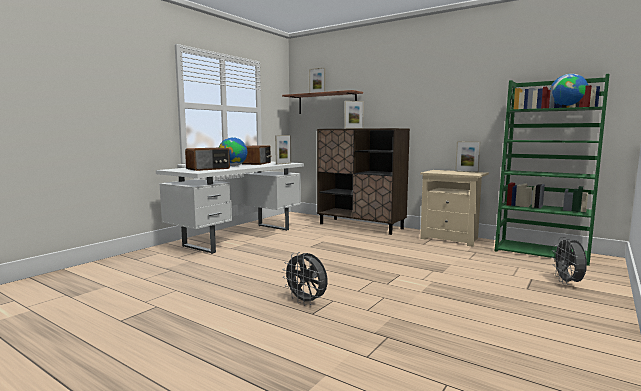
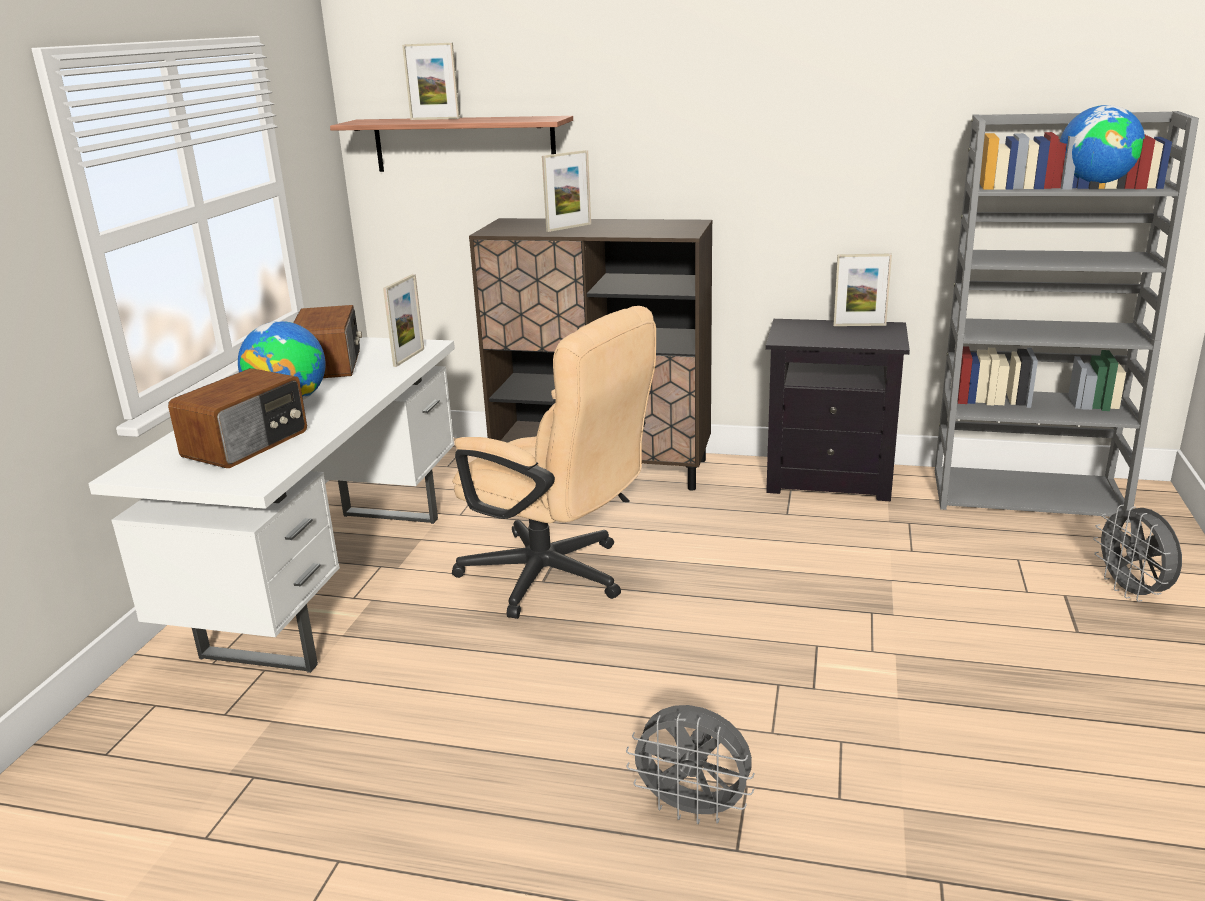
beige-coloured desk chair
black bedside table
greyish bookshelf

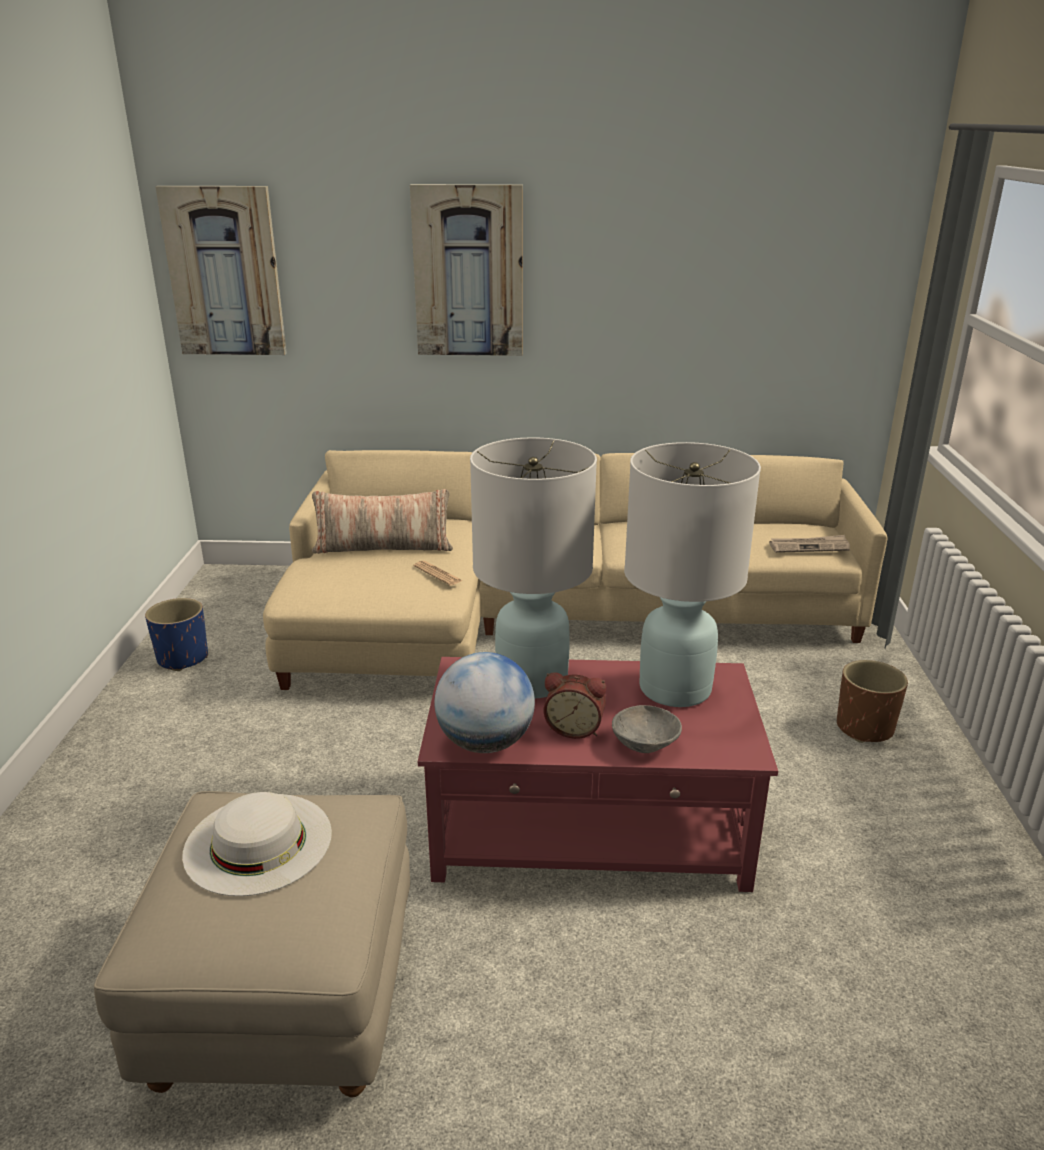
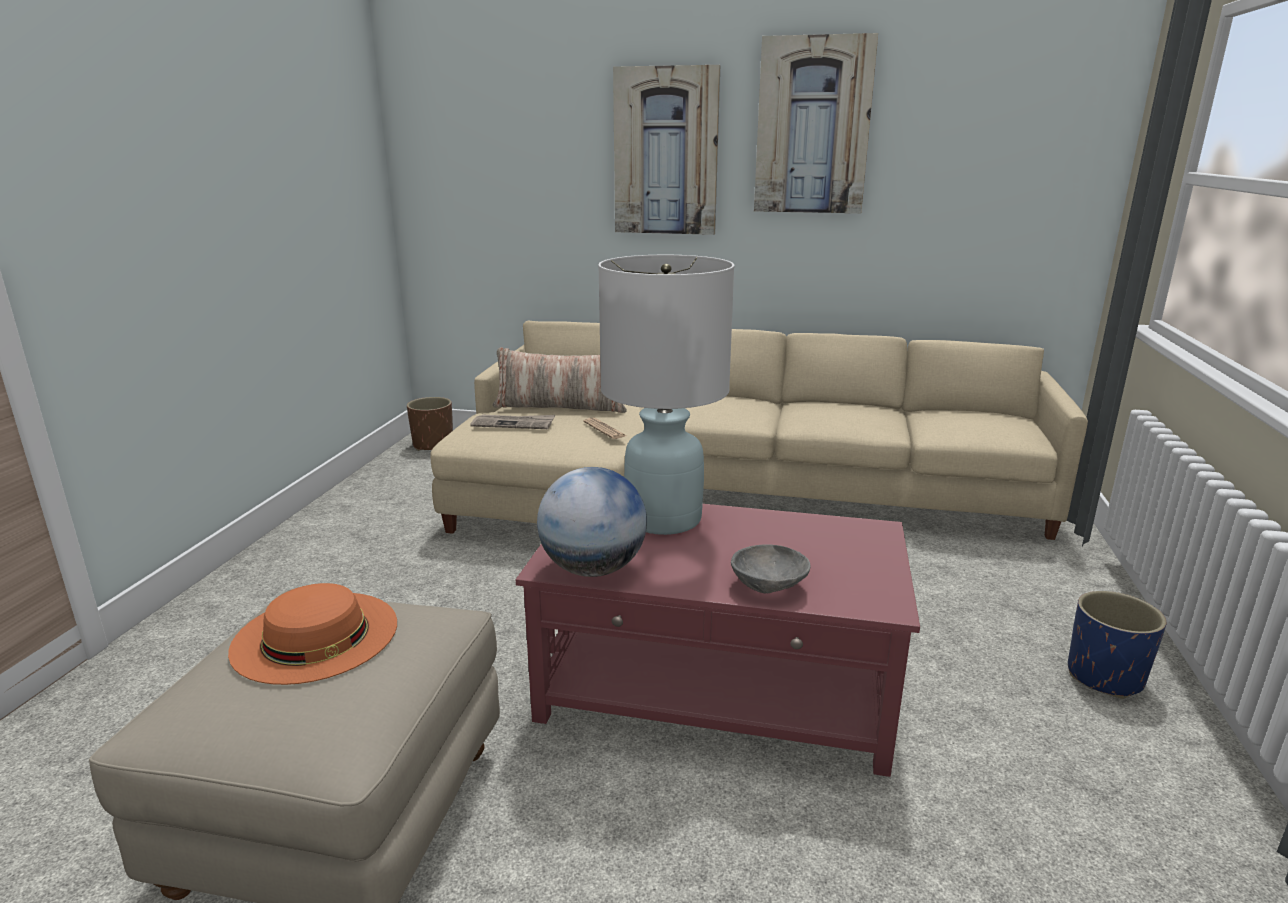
orangey hat
brown-coloured plant pot
printed paper (1st from left)
picture (2nd from left)
blue-coloured plant pot
table clock
white-coloured table lamp (2nd from left in the first image)

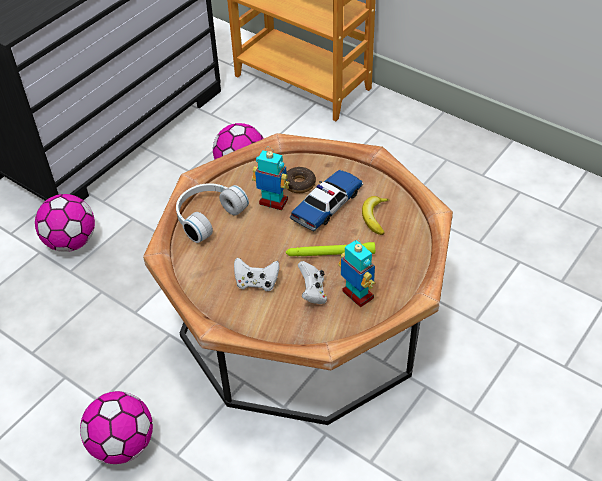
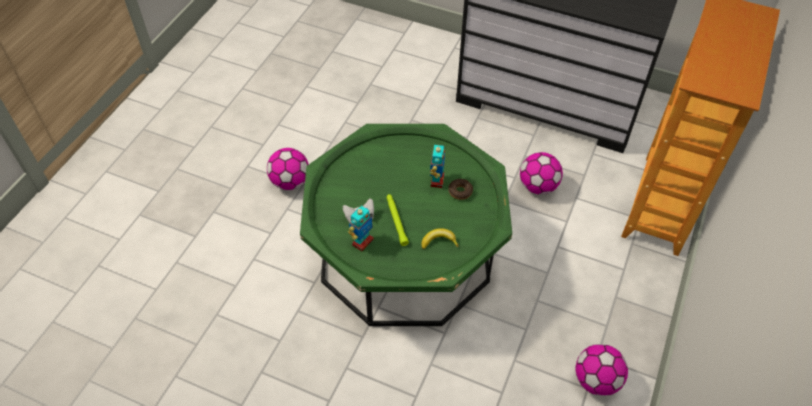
green-coloured lounge table
football ball (3rd from left)
white-coloured headset
white-coloured game controller (1st from left in the first image)
model car

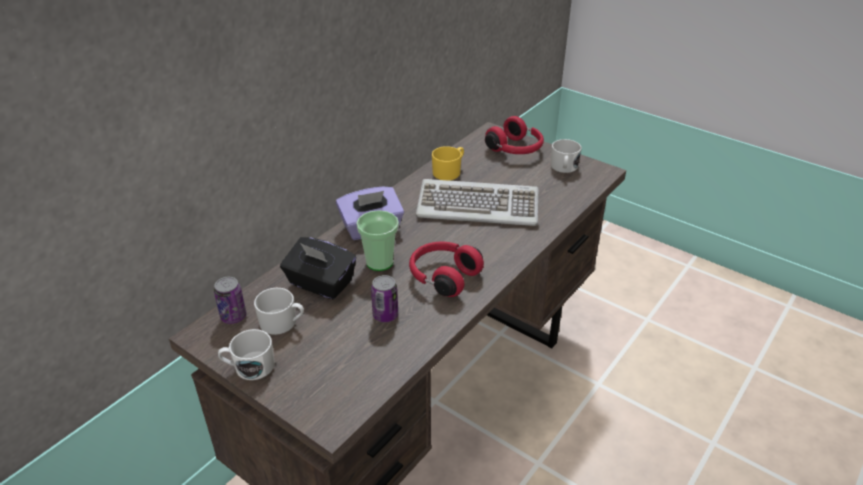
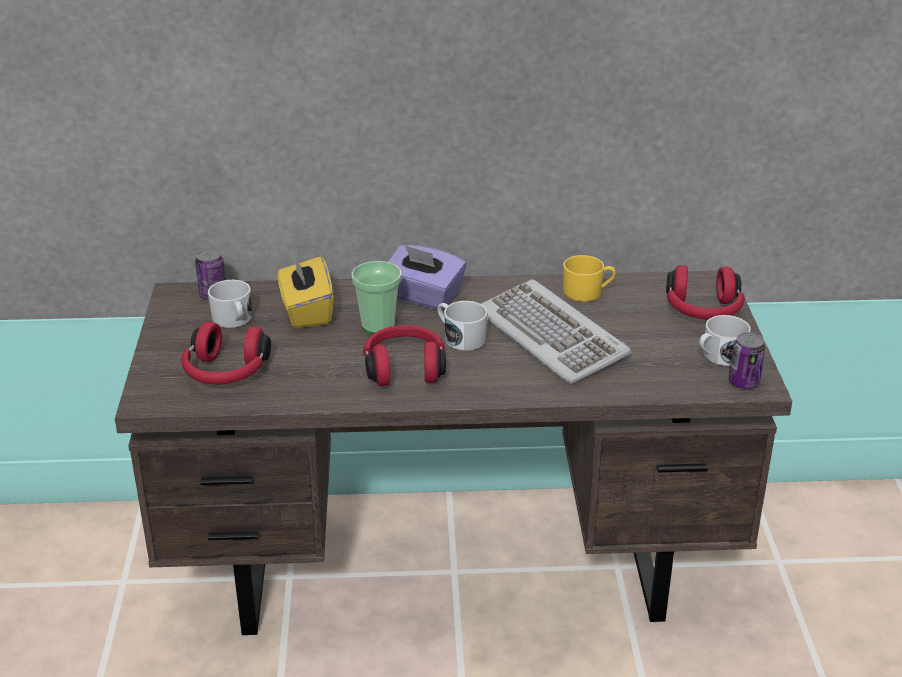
reddish headset (1st from left)
yellow-coloured box of tissues
white-coloured mug (2nd from left)
sealed can (2nd from left)

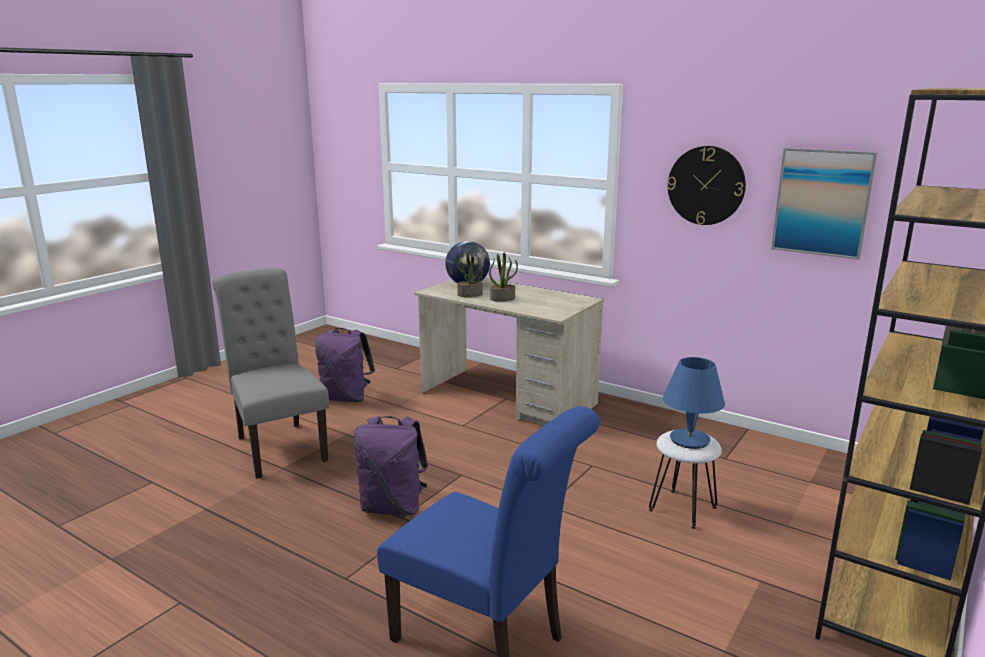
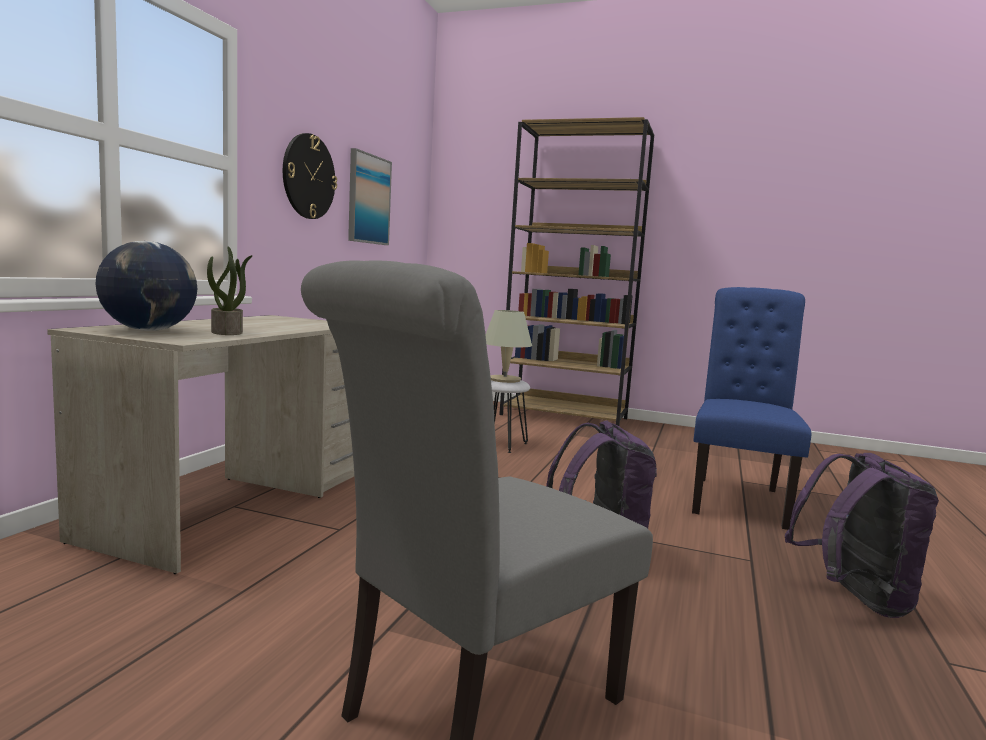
beige-coloured table lamp
purple-coloured knapsack (2nd from left)
potted plant (2nd from left in the first image)

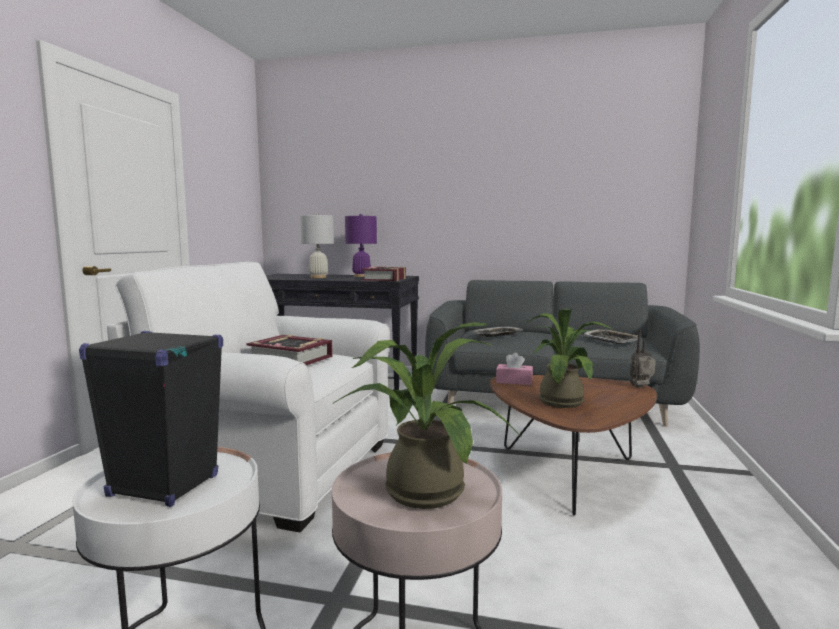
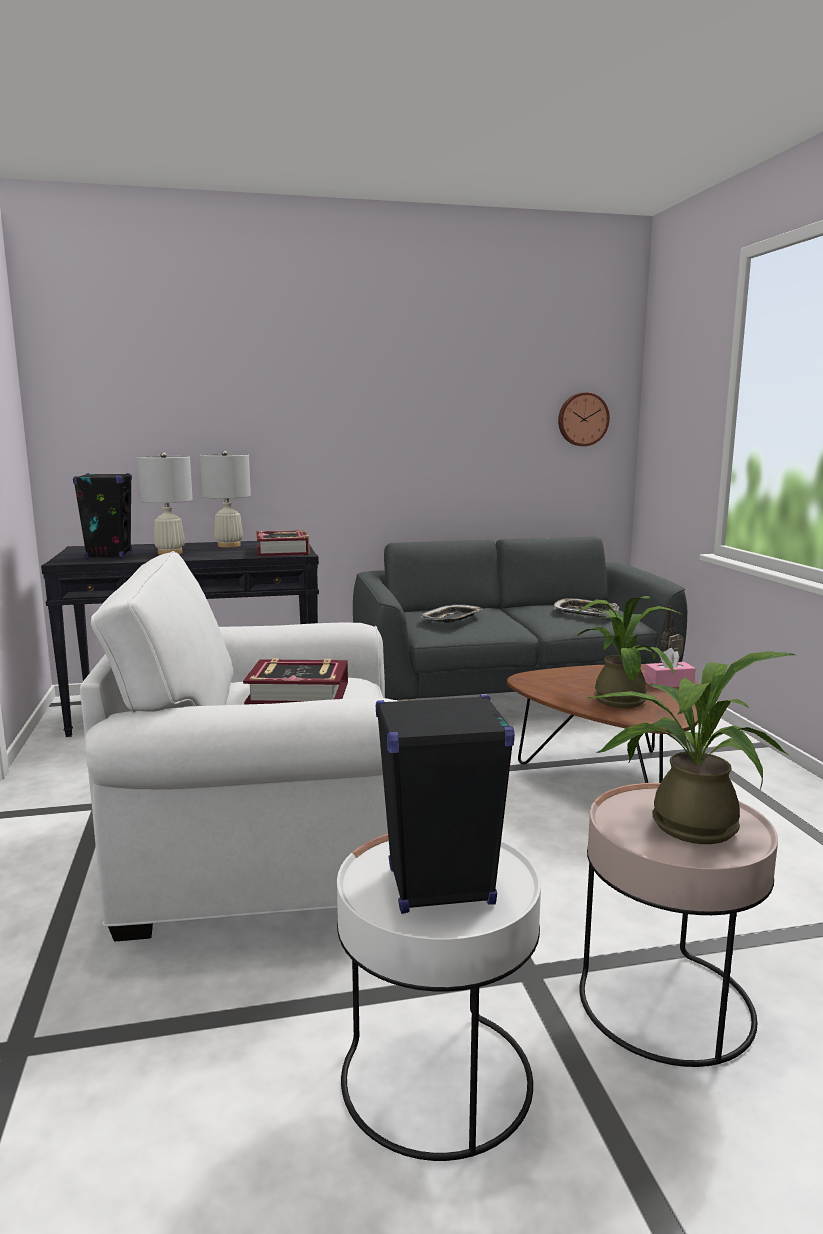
black speaker (1st from left)
white-coloured table lamp (2nd from left)
wall clock
pink-coloured box of tissues

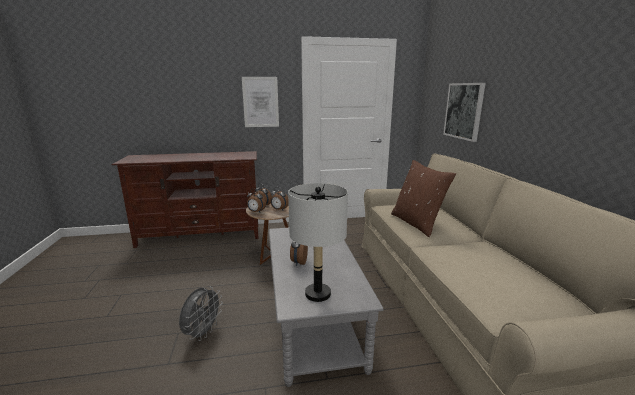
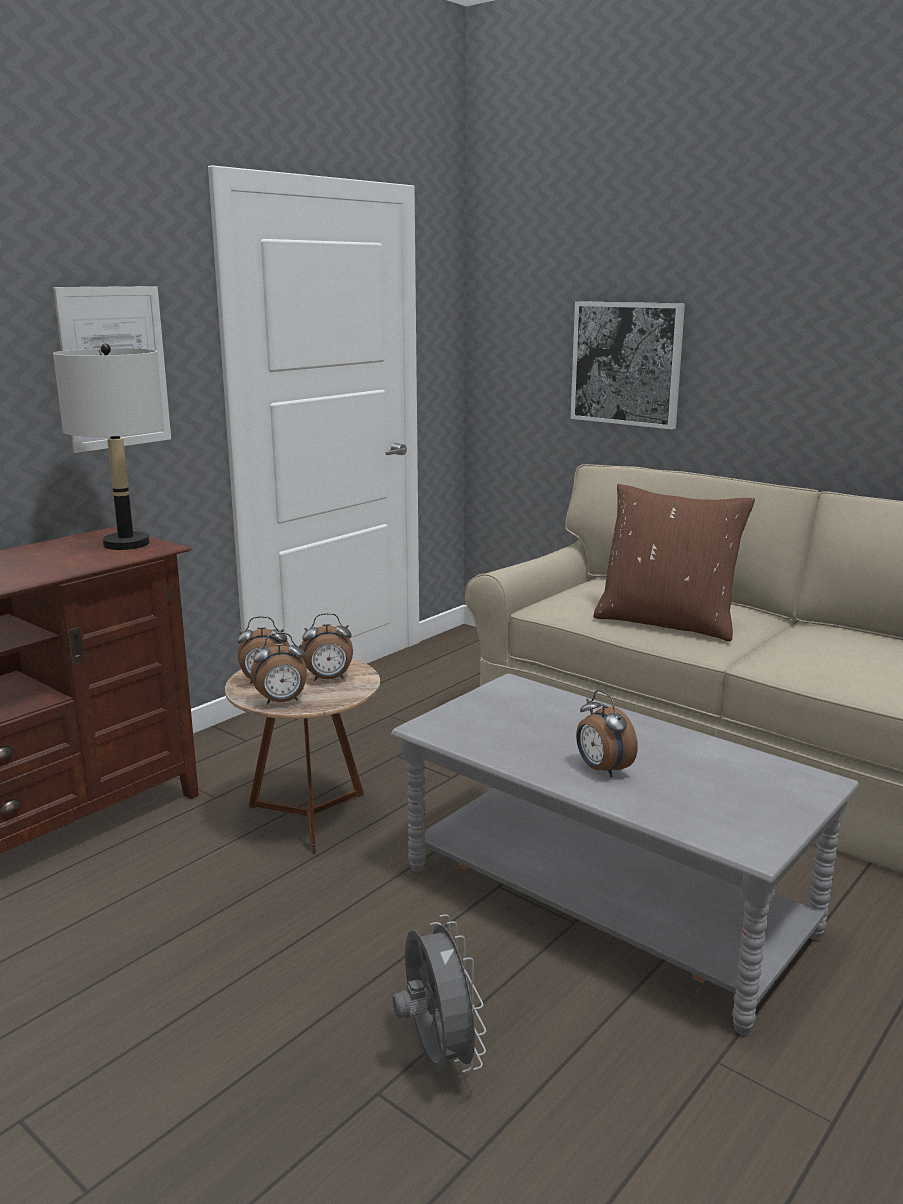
greyish table lamp

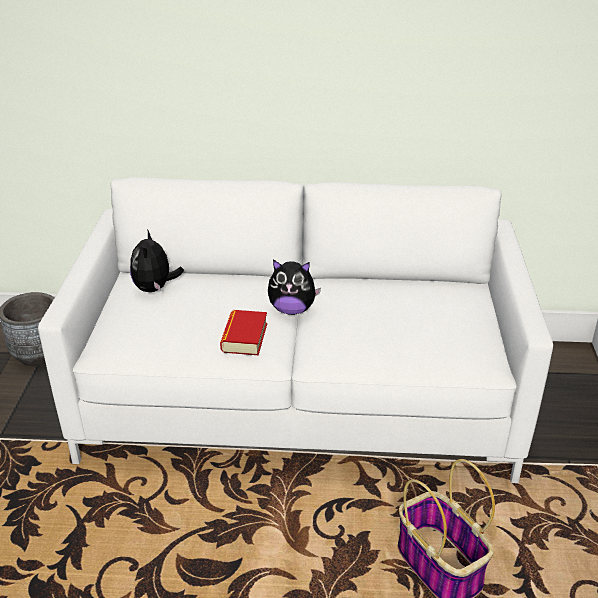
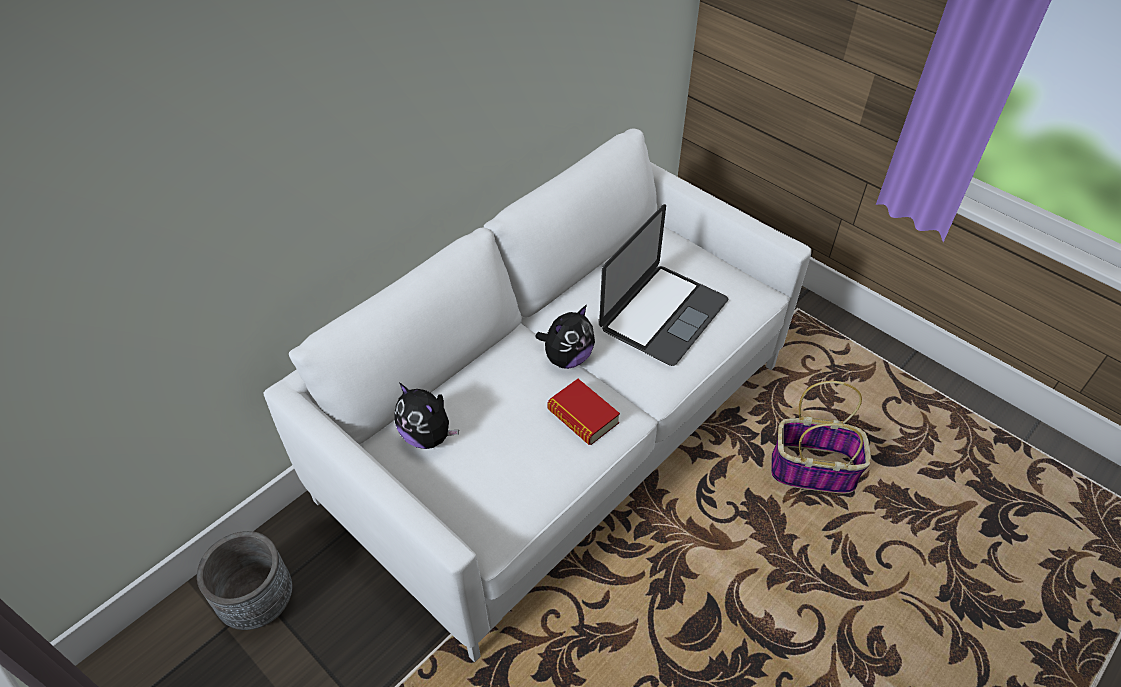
portable computer

